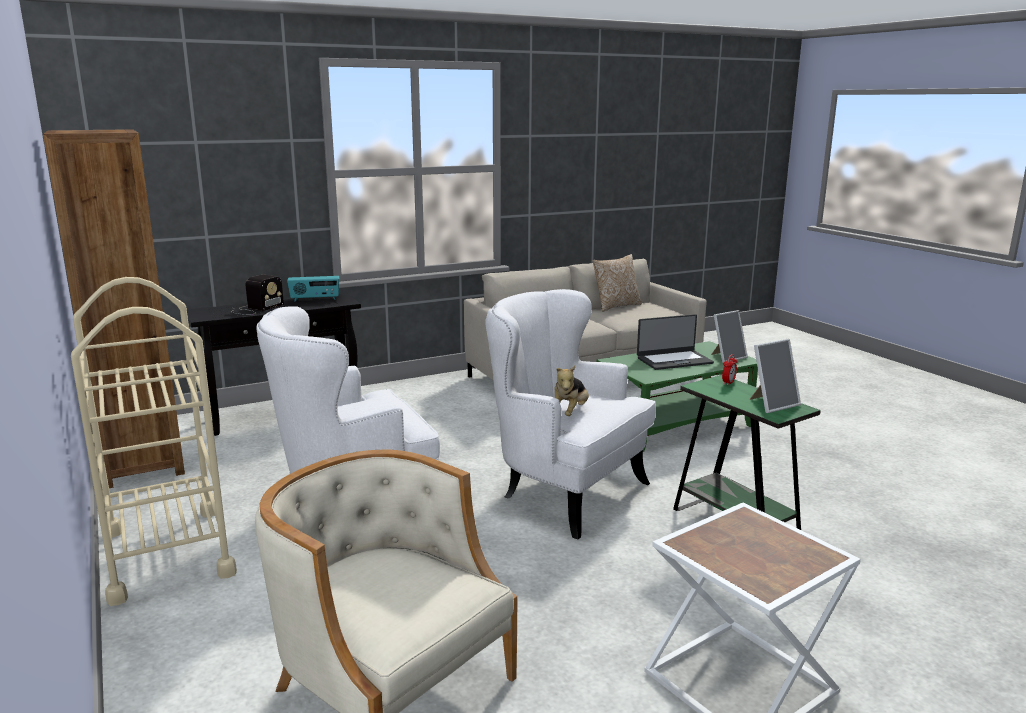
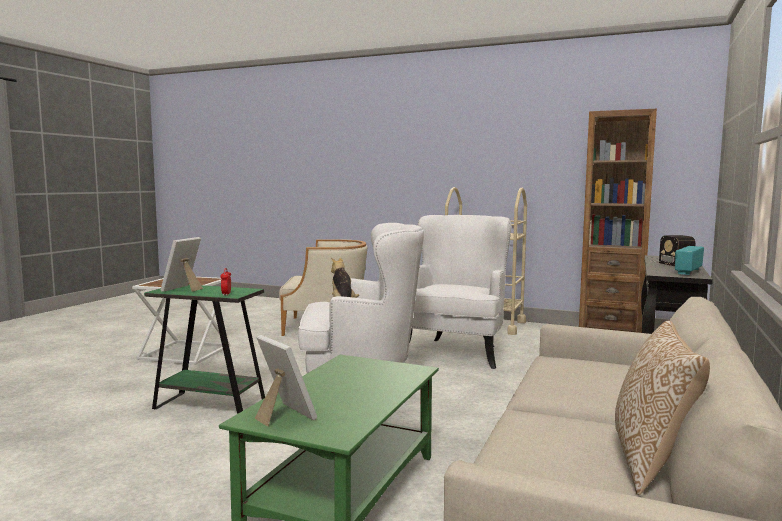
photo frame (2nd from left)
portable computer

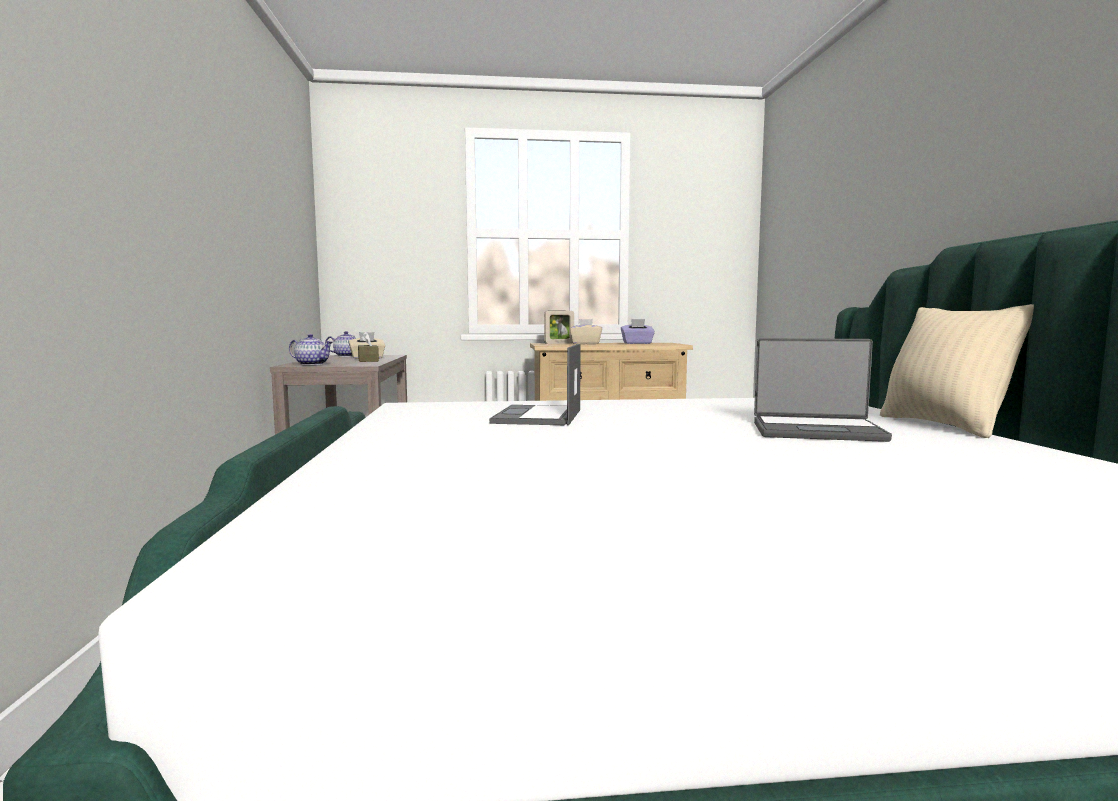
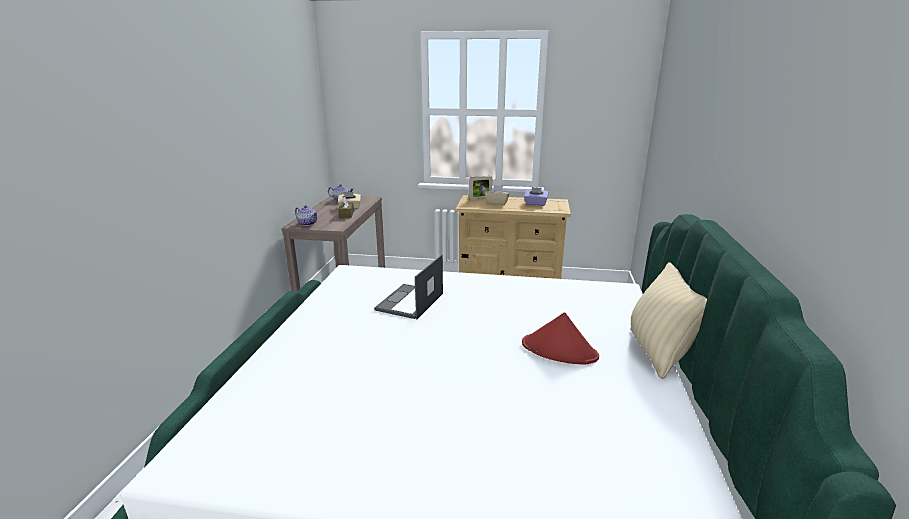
reddish hat

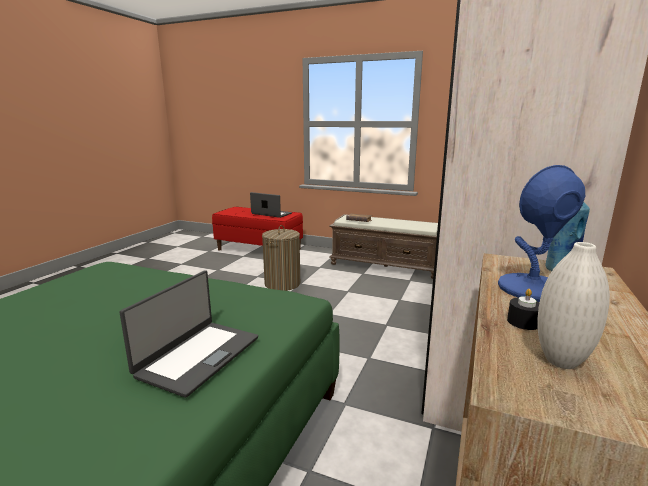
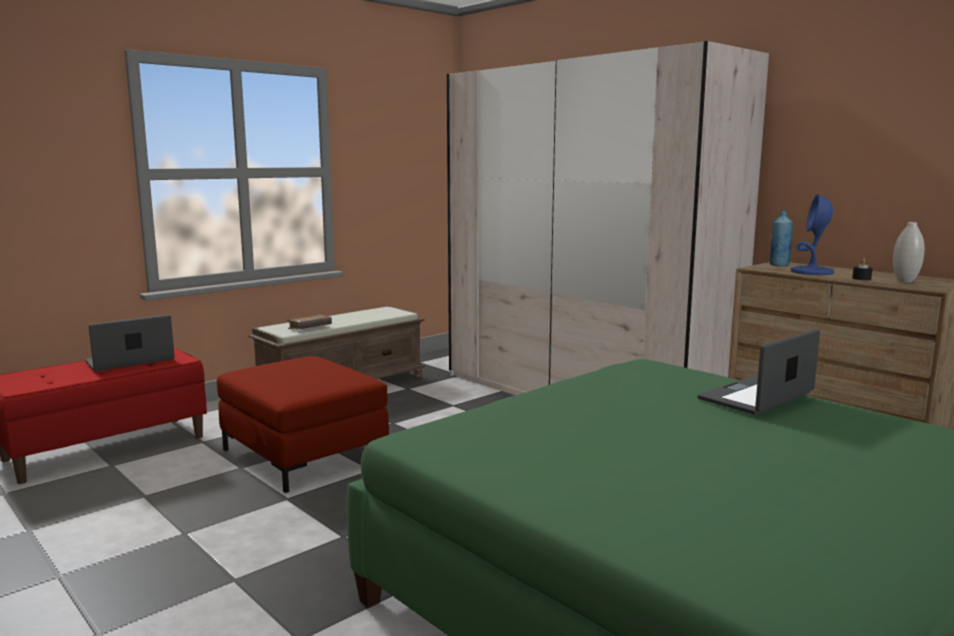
reddish pouffe
portable computer (2nd from left)

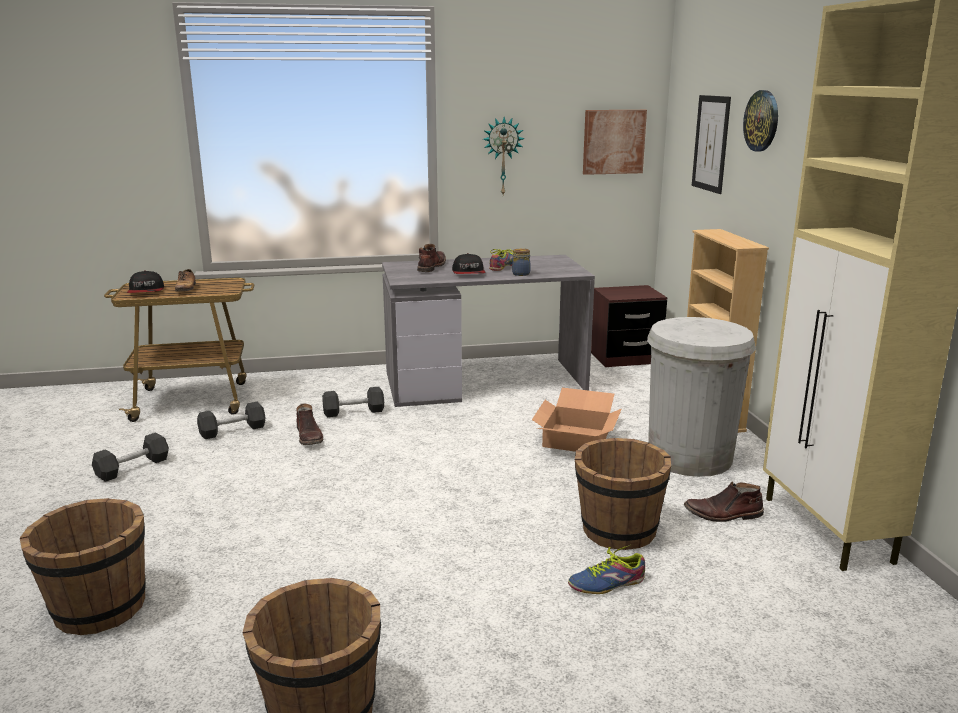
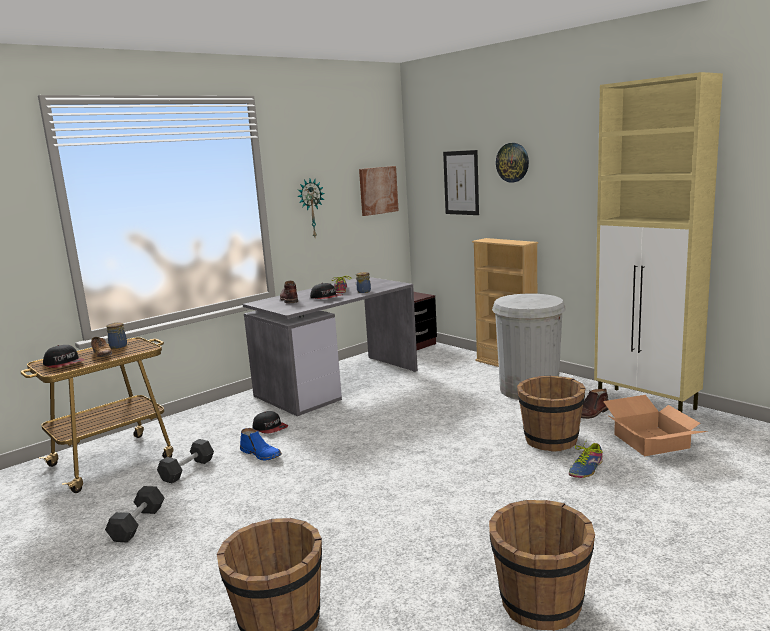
jar (1st from left)
blue-coloured boot
cap (2nd from left)
carton

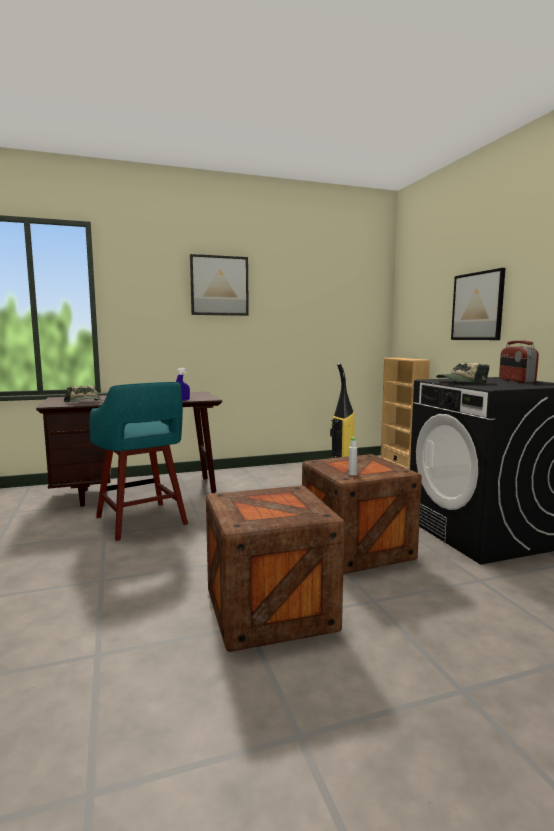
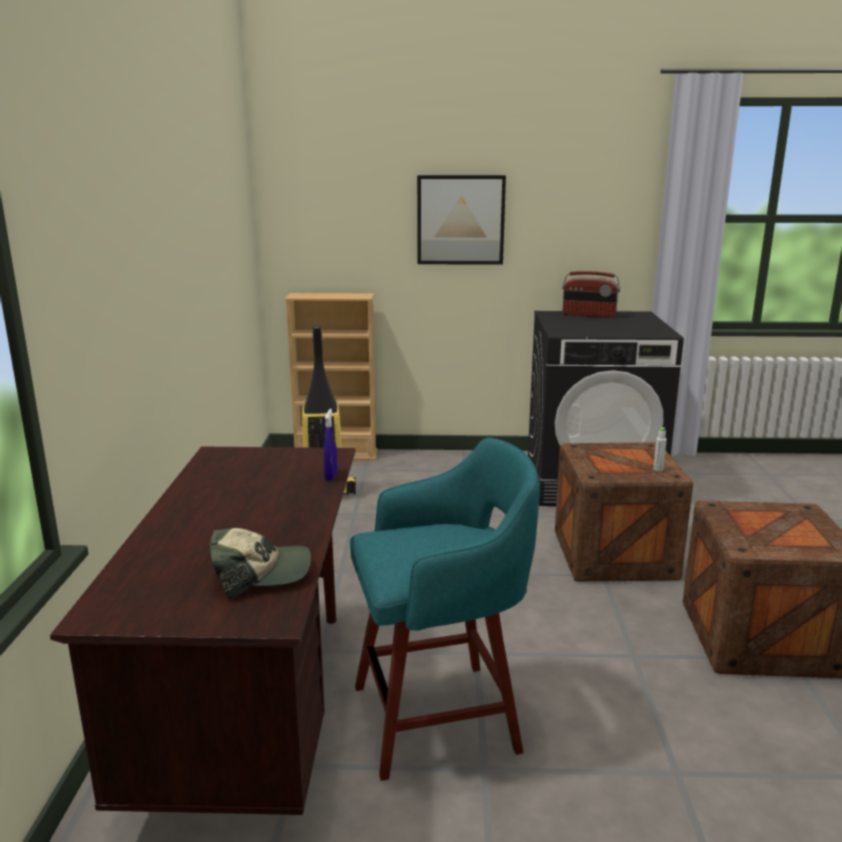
picture (1st from left in the first image)
cap (2nd from left in the first image)

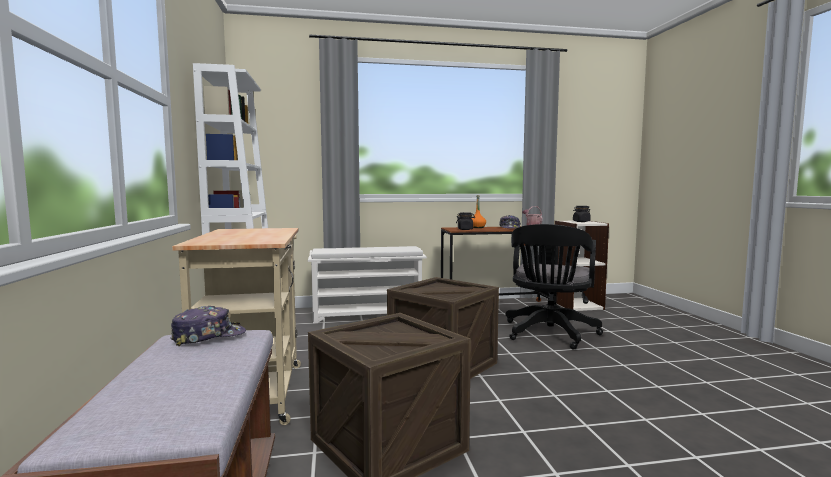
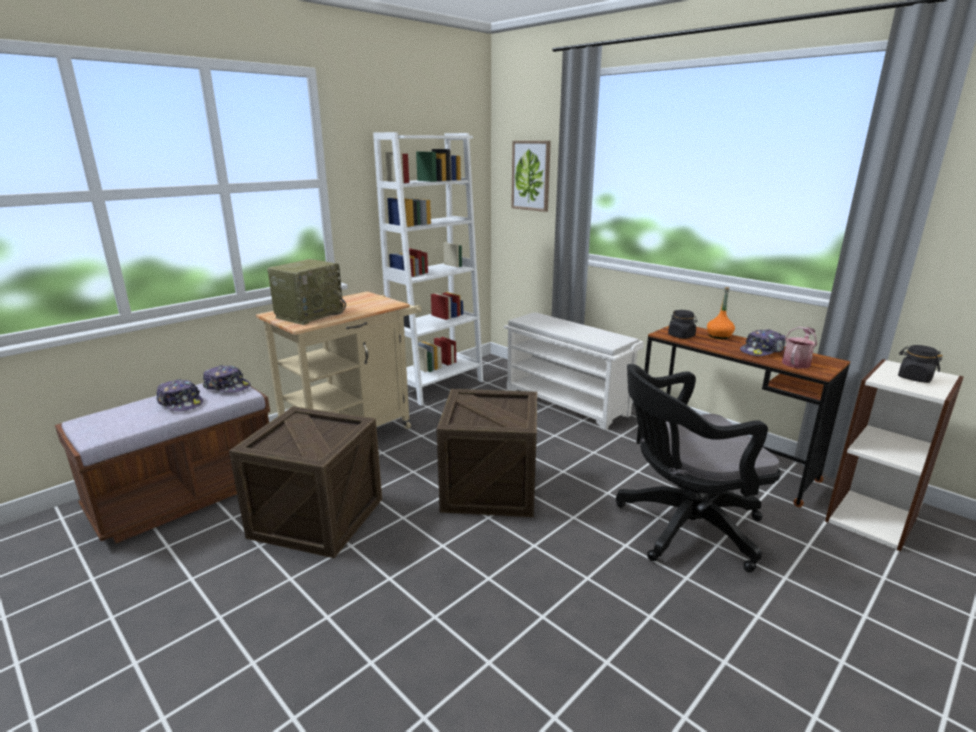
cap (1st from left)
radio set
picture

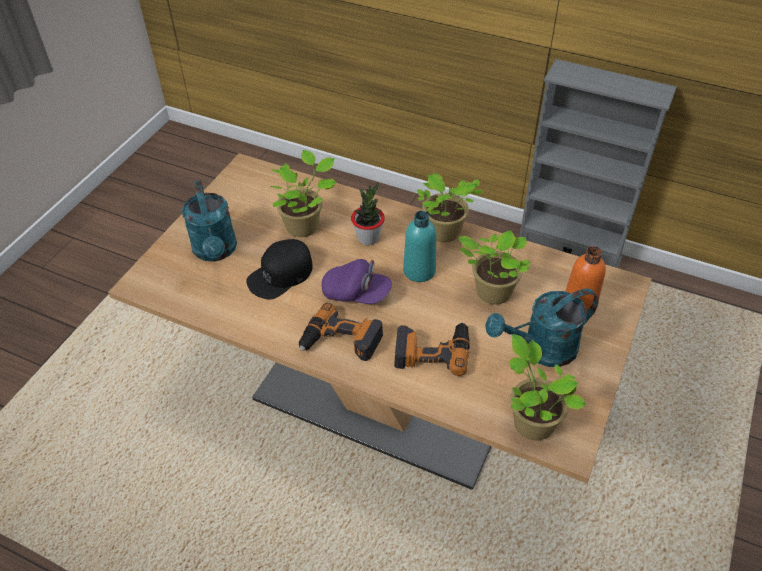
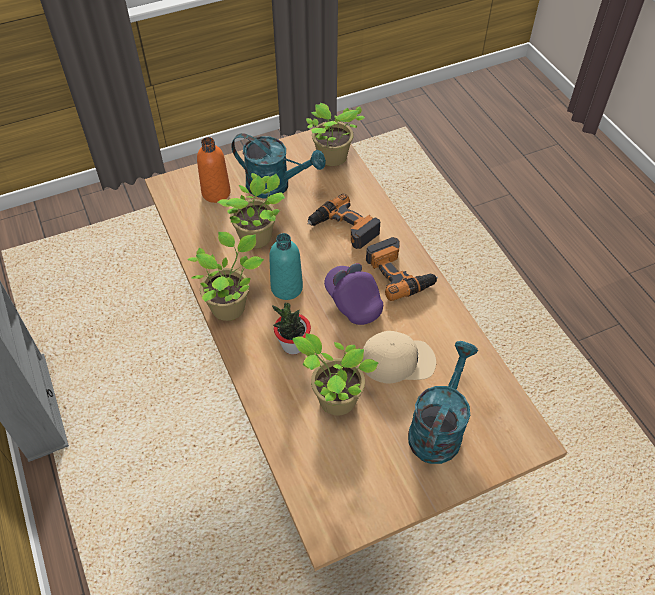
beige-coloured cap

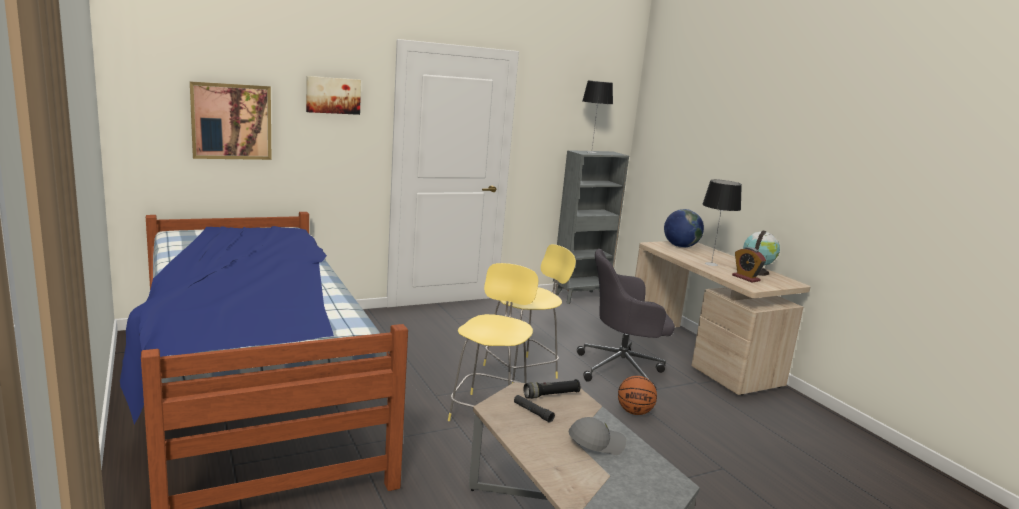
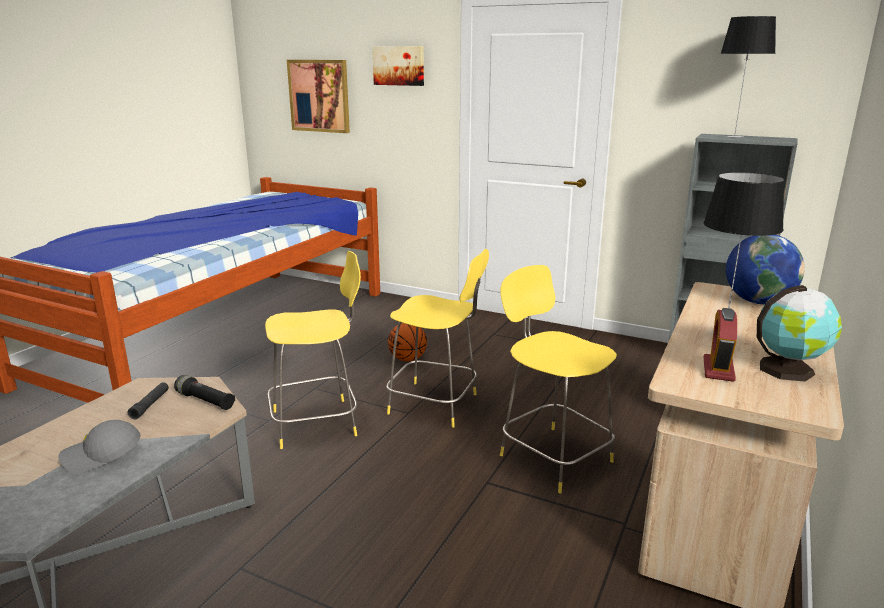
greyish cap
basketball ball
yellow-coloured stool seat (3rd from left)

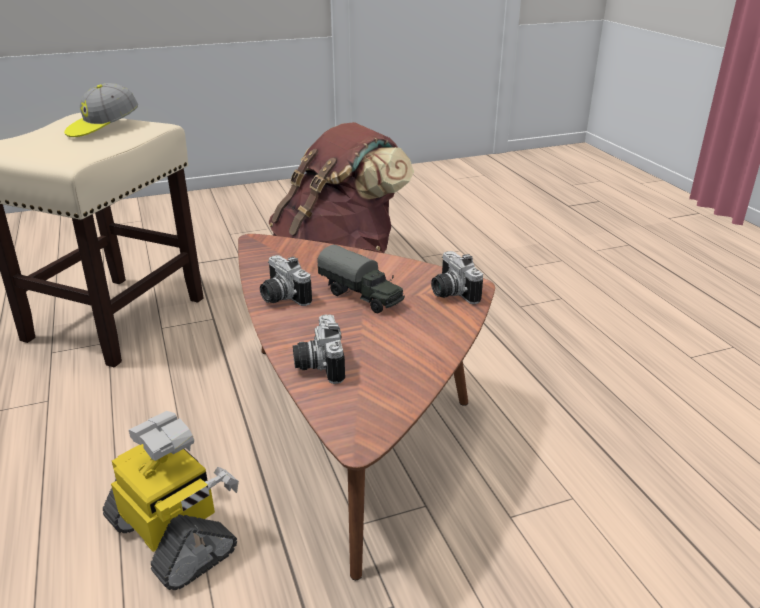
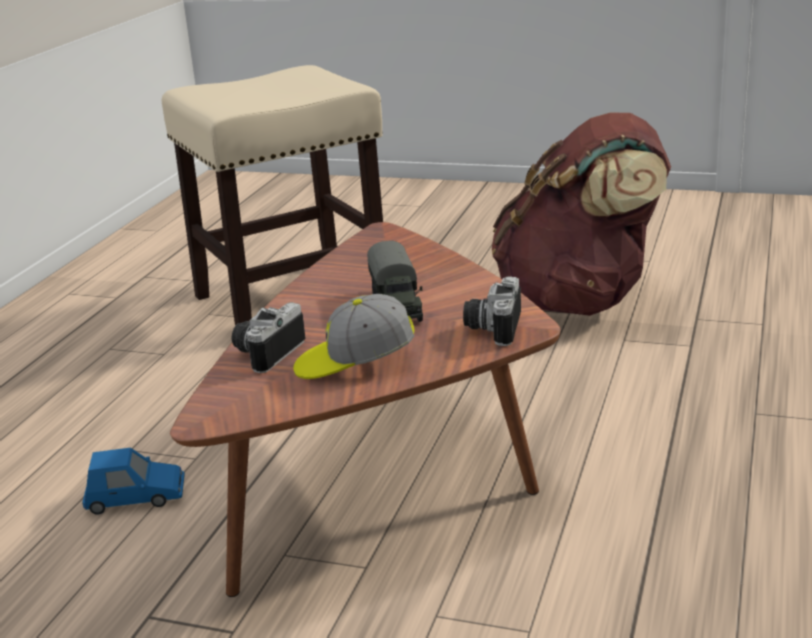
blue-coloured model car
cap
photo camera (1st from left in the first image)

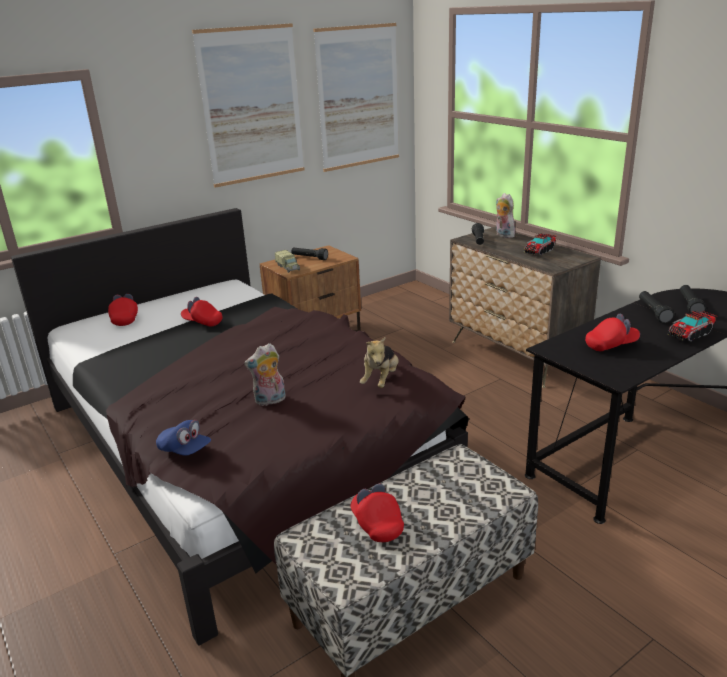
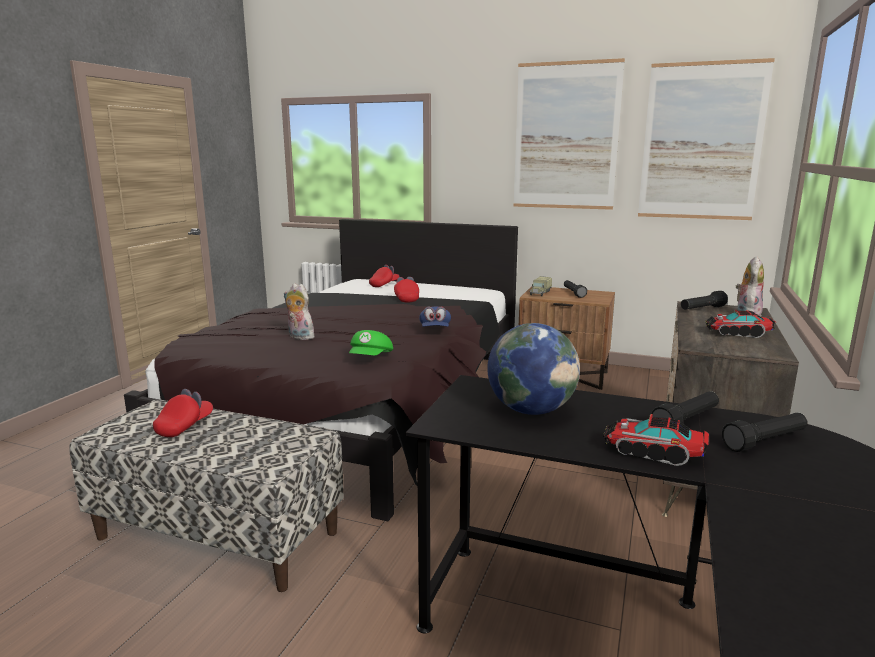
green-coloured cap
blue-coloured cap
desk globe

